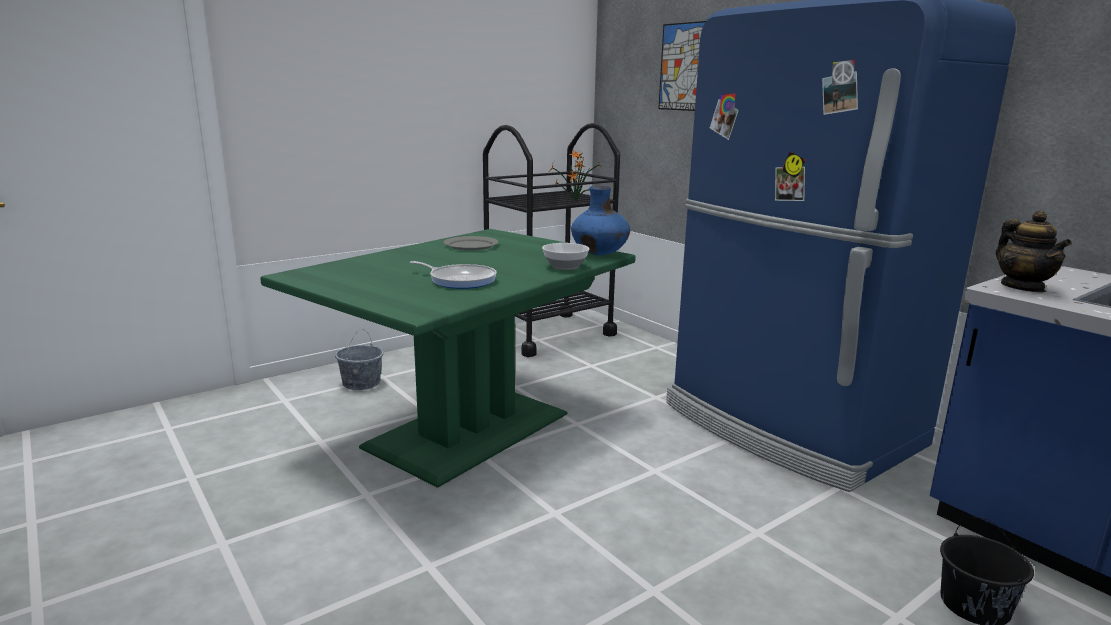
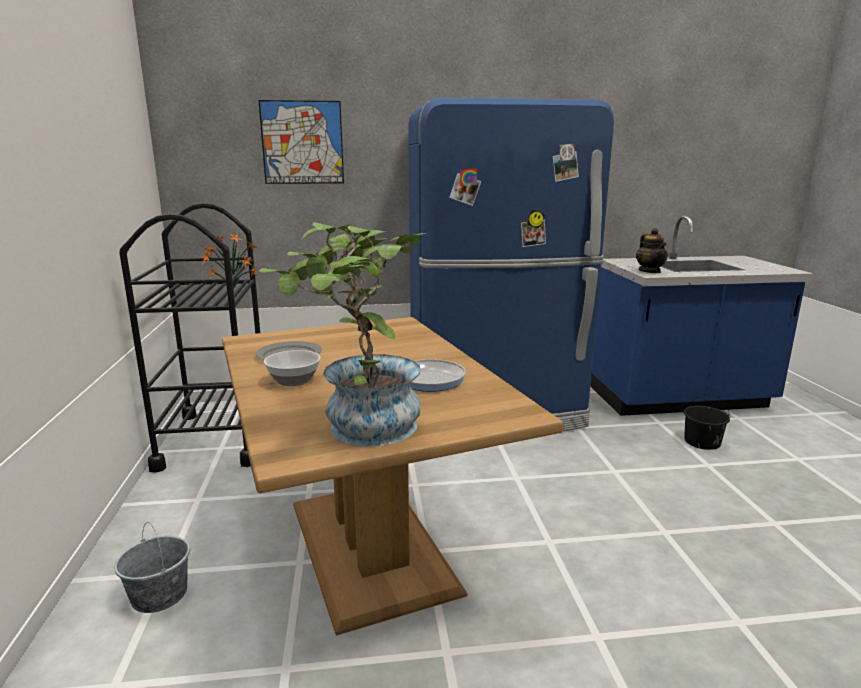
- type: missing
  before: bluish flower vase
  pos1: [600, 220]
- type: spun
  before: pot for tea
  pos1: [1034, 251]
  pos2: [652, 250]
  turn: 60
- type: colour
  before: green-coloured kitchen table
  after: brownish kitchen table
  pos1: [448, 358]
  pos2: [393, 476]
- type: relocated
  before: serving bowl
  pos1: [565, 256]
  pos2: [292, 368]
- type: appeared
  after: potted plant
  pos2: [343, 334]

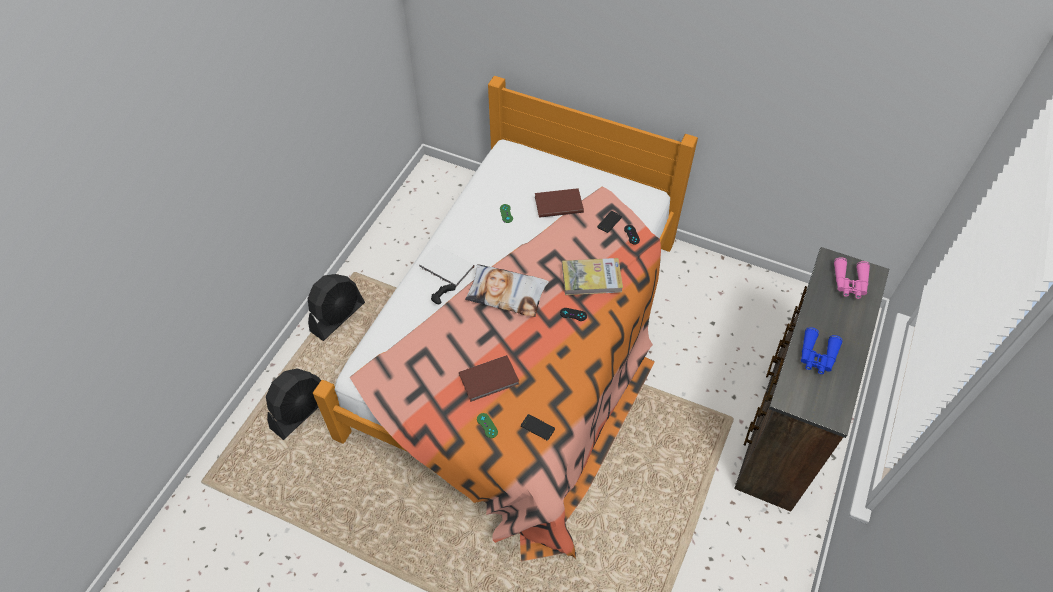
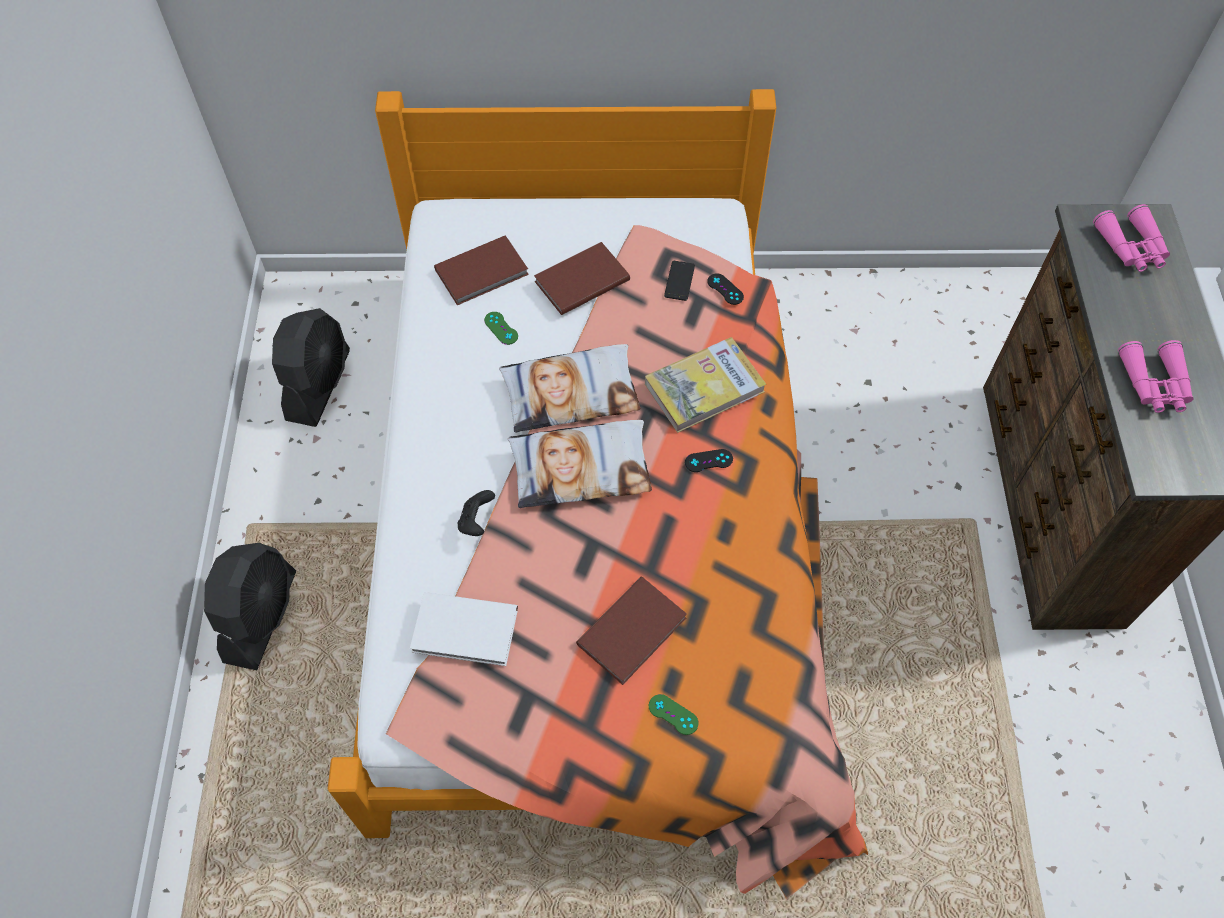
- type: relocated
  before: whitish volume
  pos1: [446, 266]
  pos2: [464, 629]
- type: colour
  before: bluish binoculars
  after: pinkish binoculars
  pos1: [822, 350]
  pos2: [1156, 376]
- type: relocated
  before: black cooling fan
  pos1: [293, 404]
  pos2: [311, 367]
- type: missing
  before: handset
  pos1: [538, 427]
- type: appeared
  after: brownish volume
  pos2: [481, 270]
- type: appeared
  after: pillow
  pos2: [570, 388]

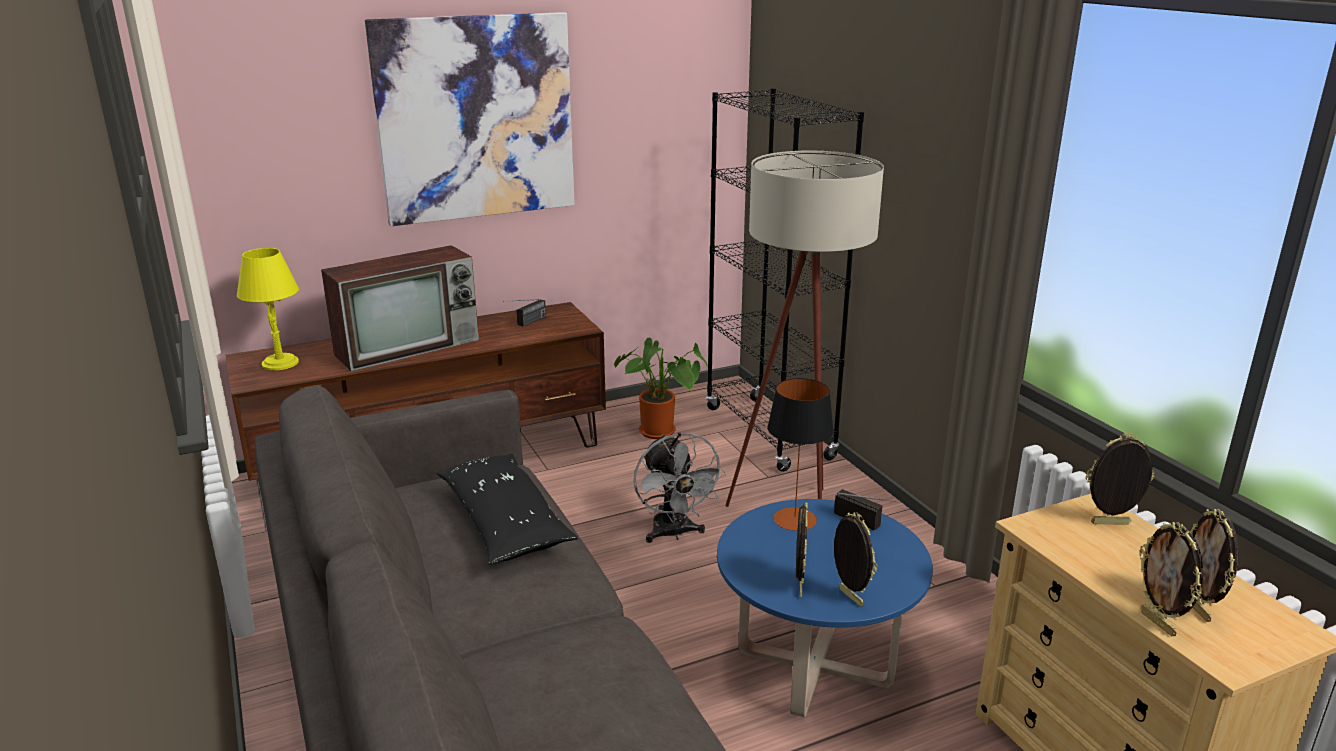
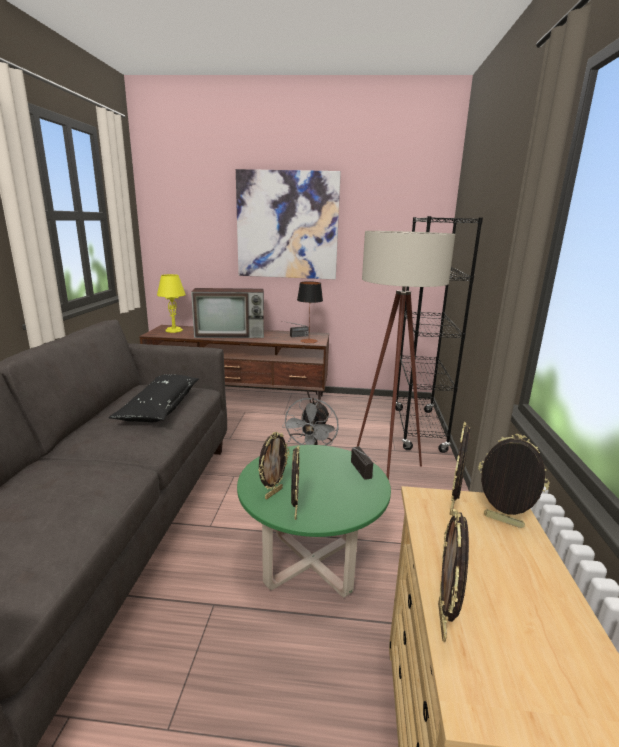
- type: missing
  before: potted plant
  pos1: [661, 388]
- type: relocated
  before: tabletop lamp
  pos1: [800, 454]
  pos2: [310, 312]
- type: colour
  before: bluish coffee table
  after: green-coloured coffee table
  pos1: [825, 608]
  pos2: [314, 521]
- type: relocated
  before: standing frame
  pos1: [1214, 565]
  pos2: [460, 468]

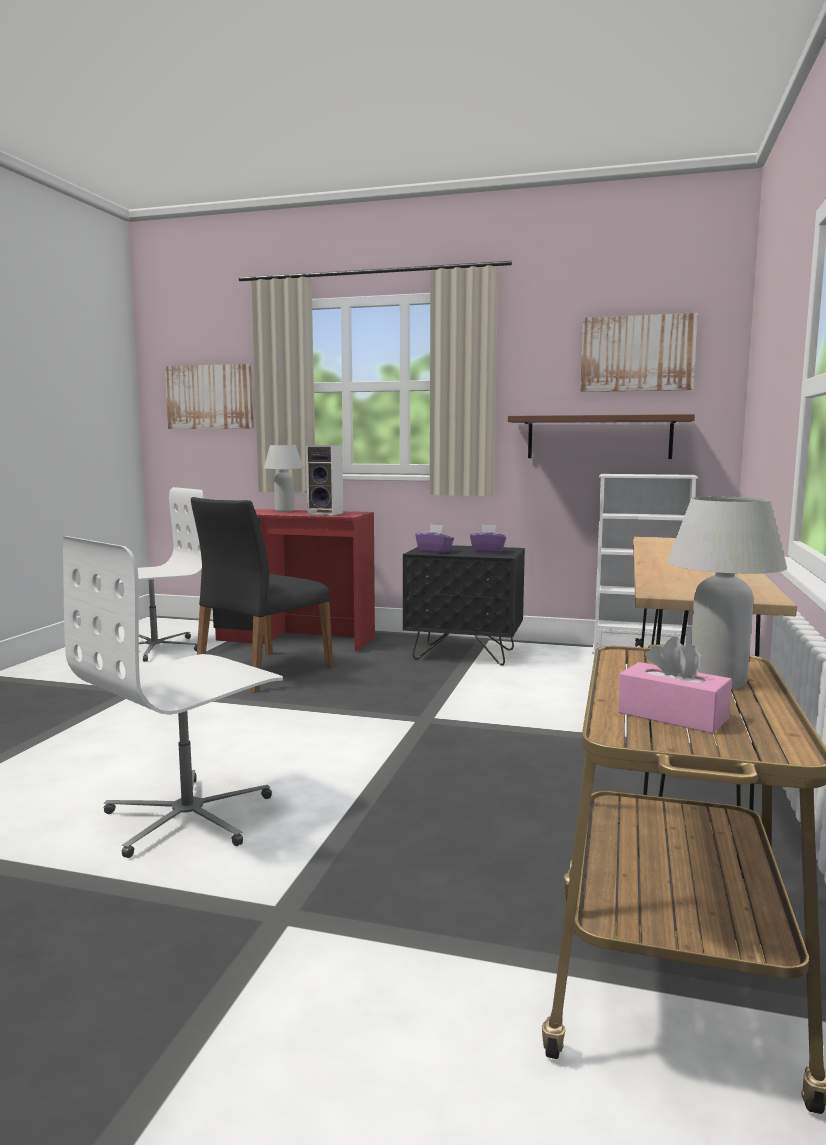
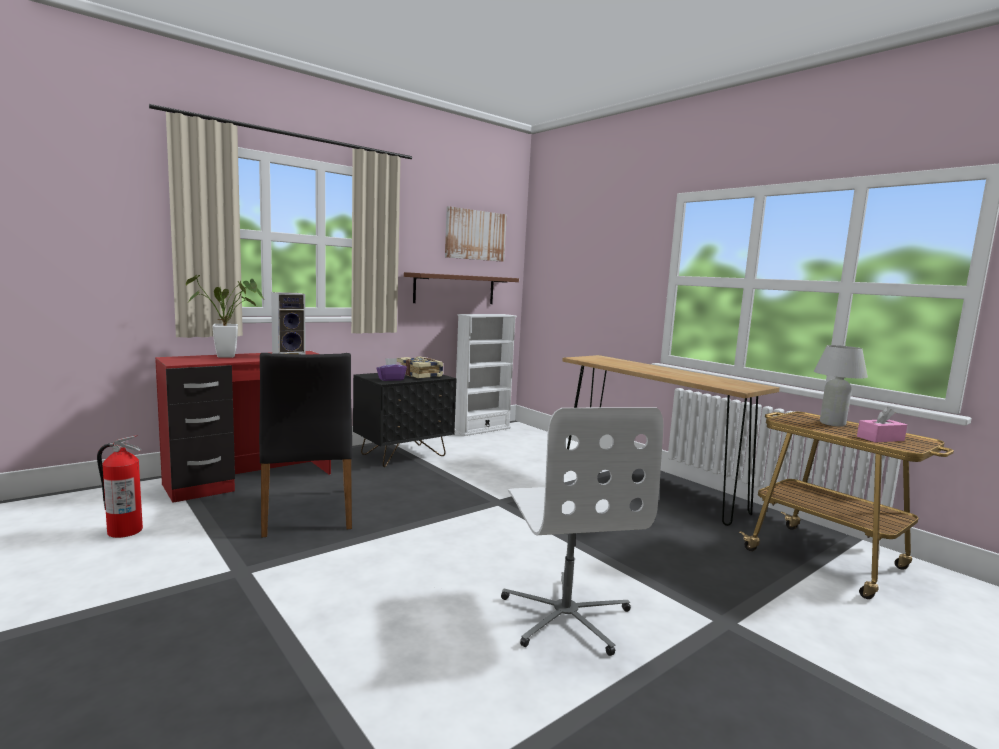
- type: missing
  before: picture
  pos1: [209, 396]
- type: exchanged
  before: whitish tabletop lamp
  after: potted plant
  pos1: [283, 478]
  pos2: [225, 316]
- type: exchanged
  before: whitish desk chair
  after: fire extinguisher
  pos1: [150, 574]
  pos2: [120, 486]
- type: exchanged
  before: purple-coloured tissue holder
  after: volume
  pos1: [488, 539]
  pos2: [420, 367]

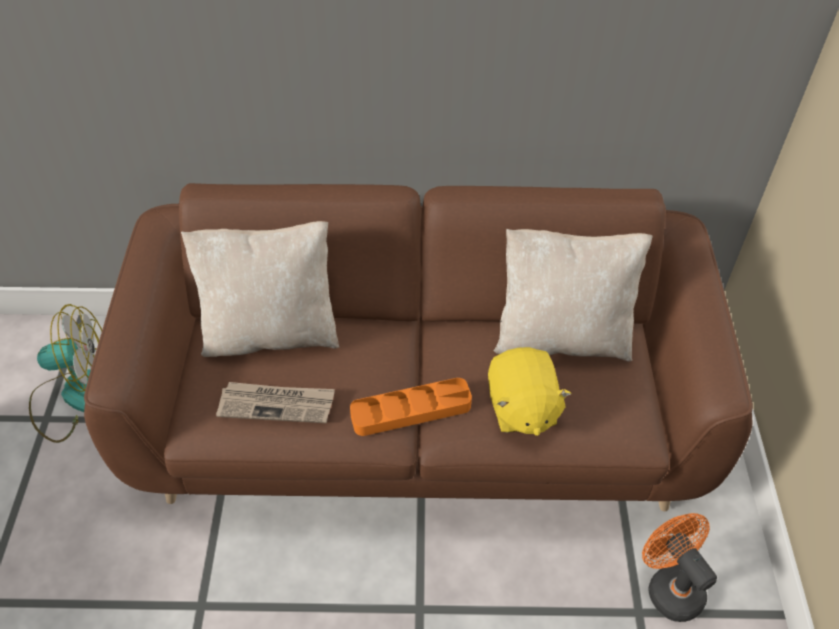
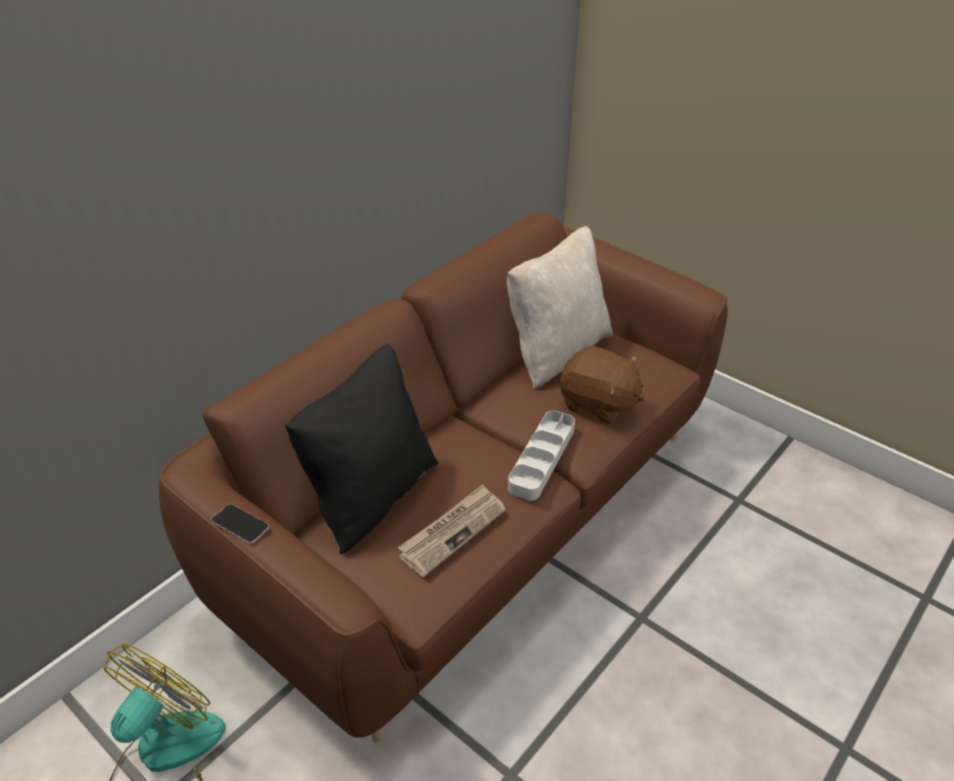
- type: colour
  before: beige pillow
  after: black pillow
  pos1: [260, 289]
  pos2: [361, 449]
- type: colour
  before: yellow soft toy
  after: brownish soft toy
  pos1: [530, 391]
  pos2: [602, 385]
- type: colour
  before: orange-coloured tray
  after: grey tray
  pos1: [411, 407]
  pos2: [541, 455]
- type: missing
  before: orange-coloured cooling fan
  pos1: [679, 567]
- type: appeared
  after: handset
  pos2: [240, 524]

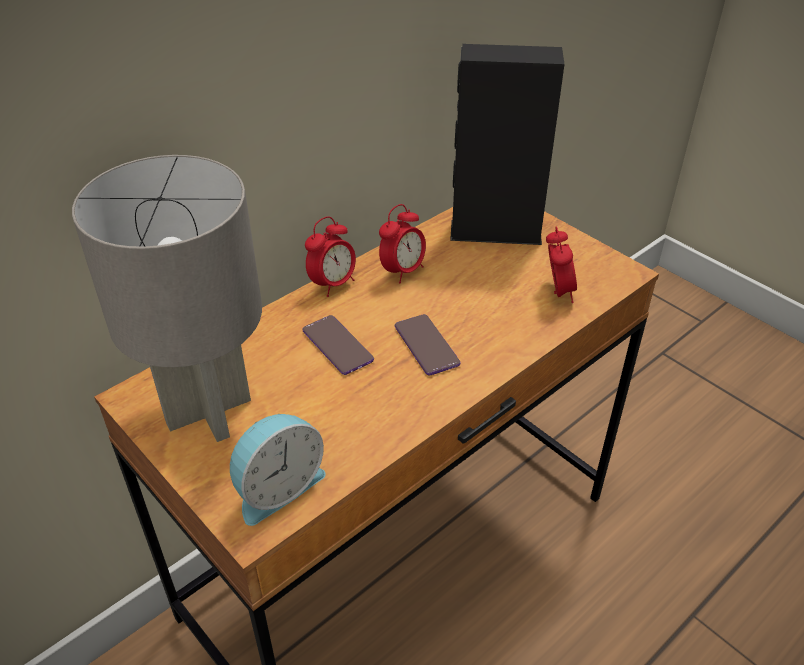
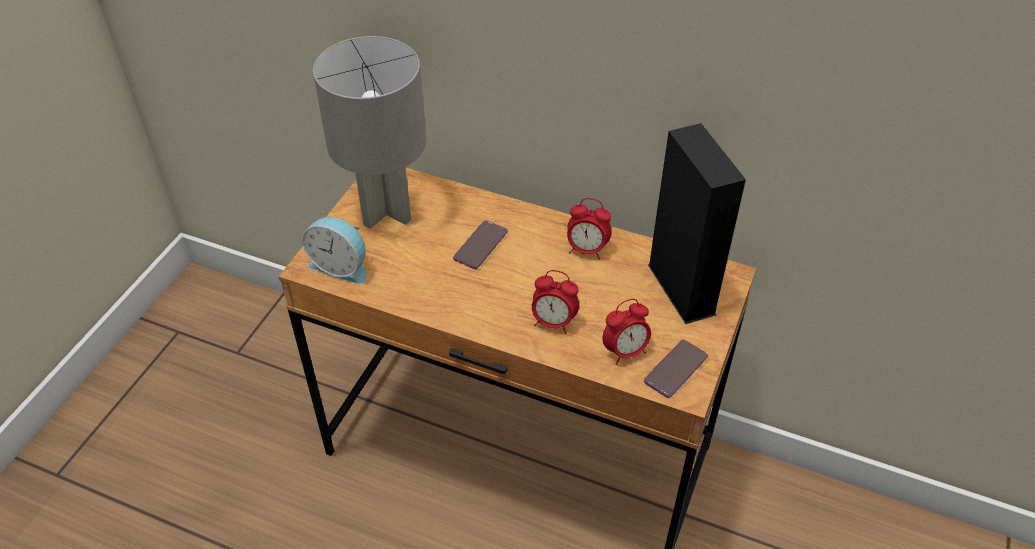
- type: relocated
  before: table clock
  pos1: [330, 256]
  pos2: [555, 302]
- type: relocated
  before: handset
  pos1: [428, 345]
  pos2: [676, 369]

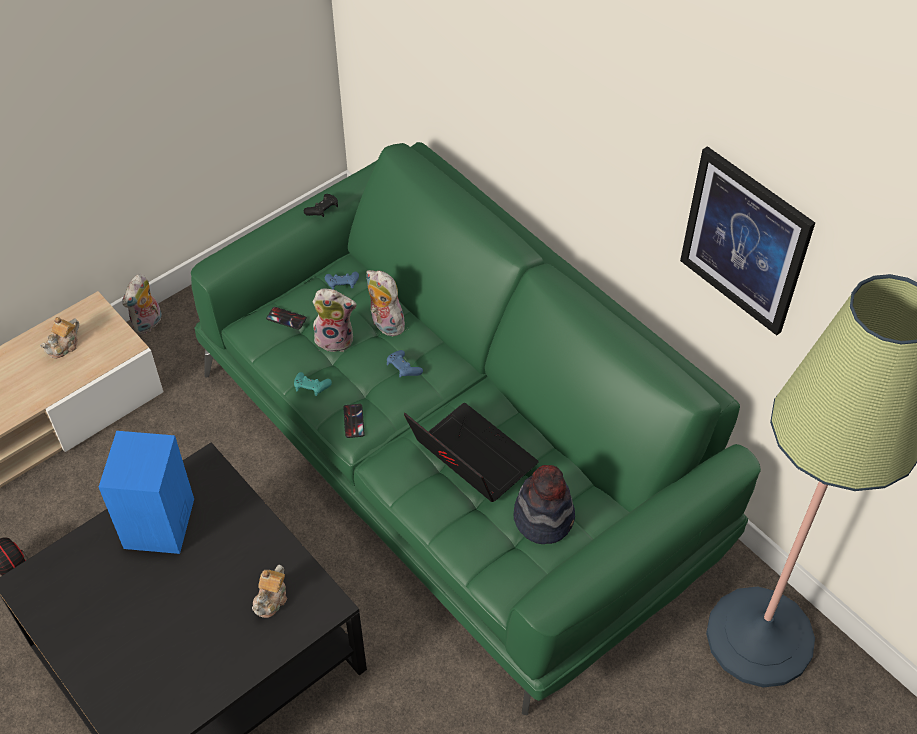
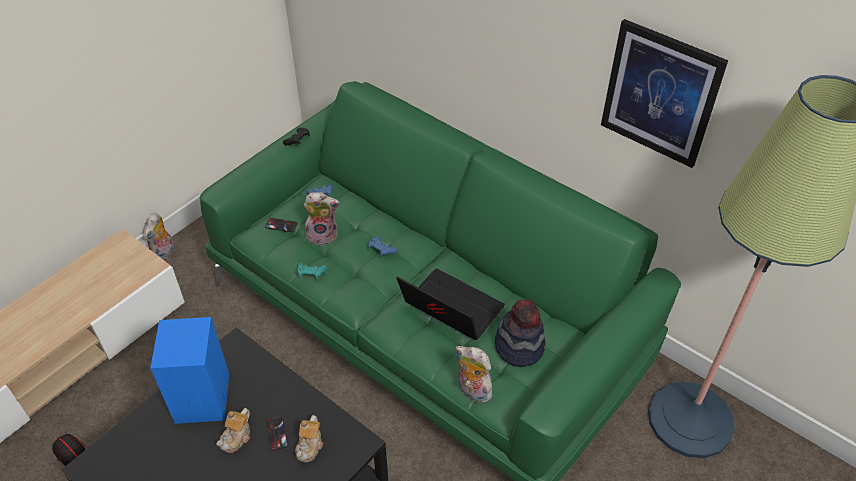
- type: relocated
  before: soft toy
  pos1: [386, 303]
  pos2: [474, 374]
- type: relocated
  before: pot for tea
  pos1: [59, 337]
  pos2: [233, 430]
- type: relocated
  before: handset
  pos1: [354, 421]
  pos2: [277, 433]

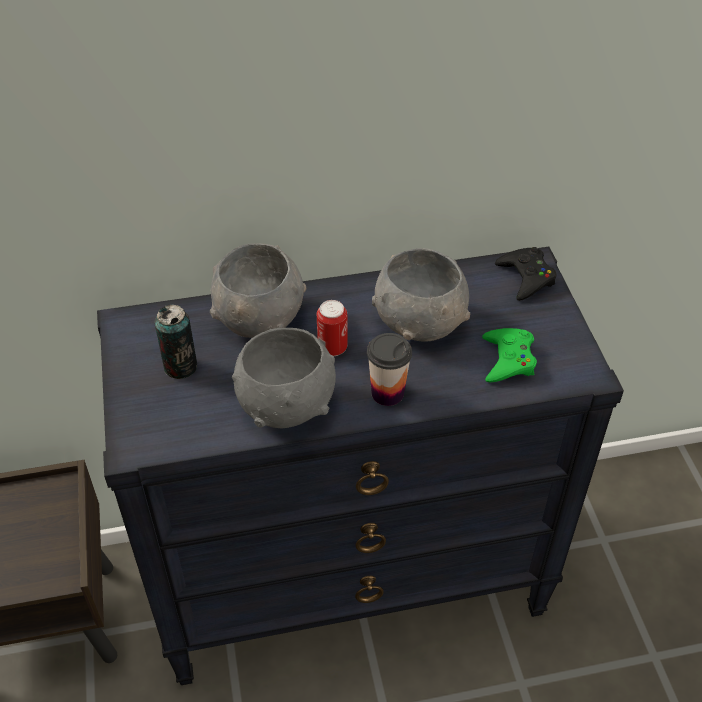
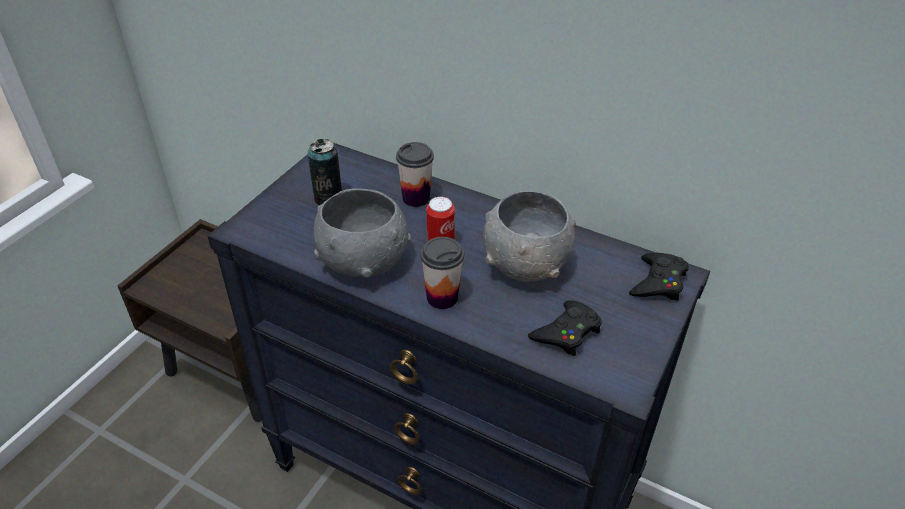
- type: exchanged
  before: grey serving bowl
  after: small cup
  pos1: [258, 290]
  pos2: [415, 174]
- type: colour
  before: green-coloured game controller
  after: black game controller
  pos1: [509, 355]
  pos2: [565, 328]

